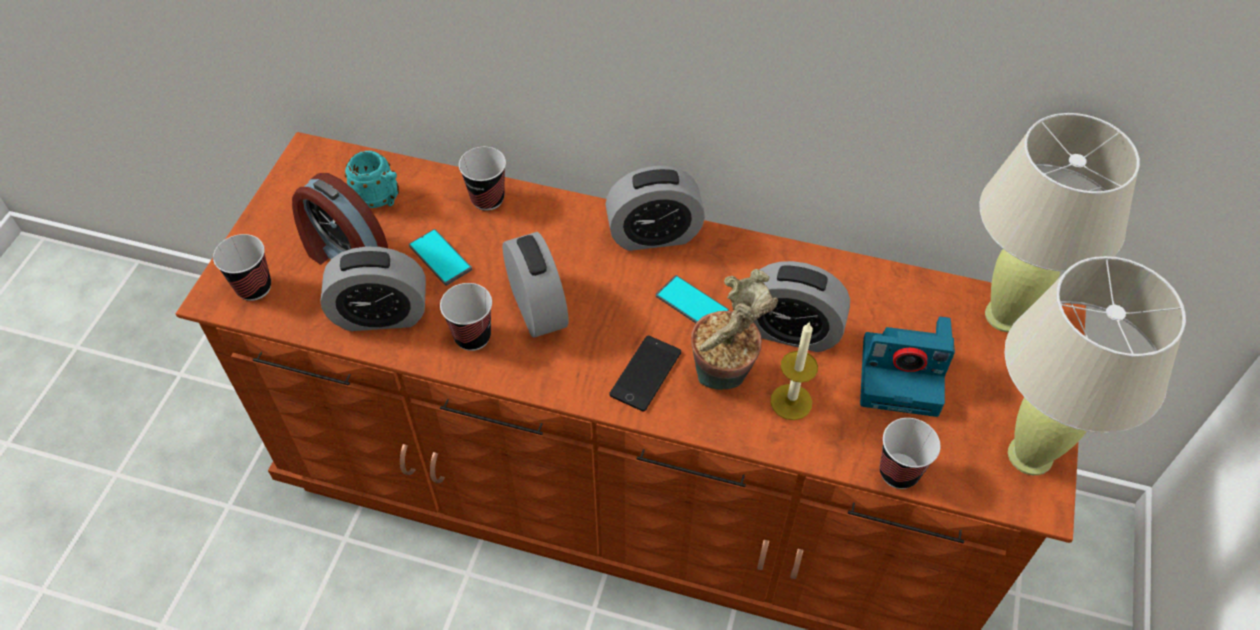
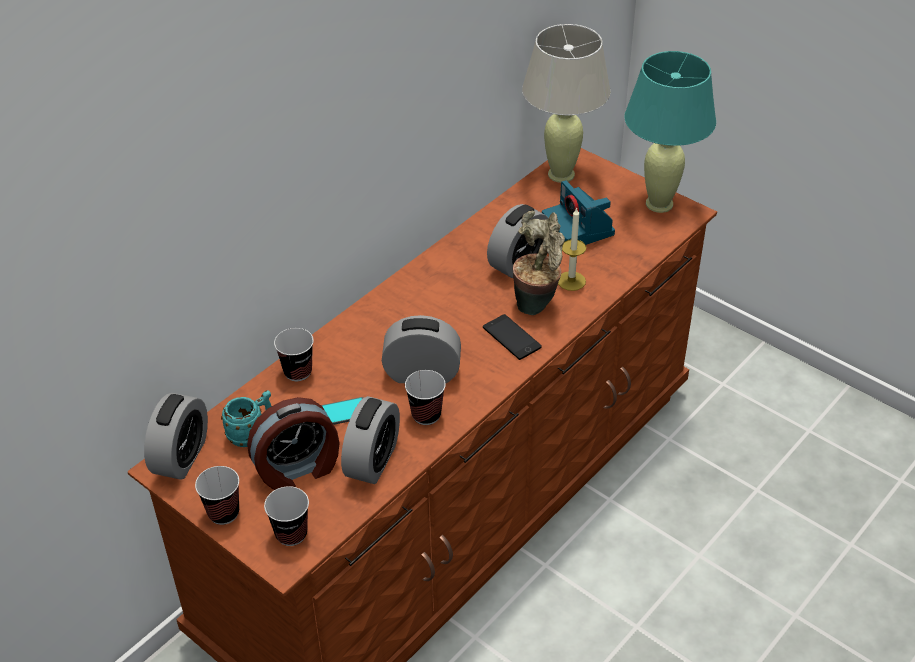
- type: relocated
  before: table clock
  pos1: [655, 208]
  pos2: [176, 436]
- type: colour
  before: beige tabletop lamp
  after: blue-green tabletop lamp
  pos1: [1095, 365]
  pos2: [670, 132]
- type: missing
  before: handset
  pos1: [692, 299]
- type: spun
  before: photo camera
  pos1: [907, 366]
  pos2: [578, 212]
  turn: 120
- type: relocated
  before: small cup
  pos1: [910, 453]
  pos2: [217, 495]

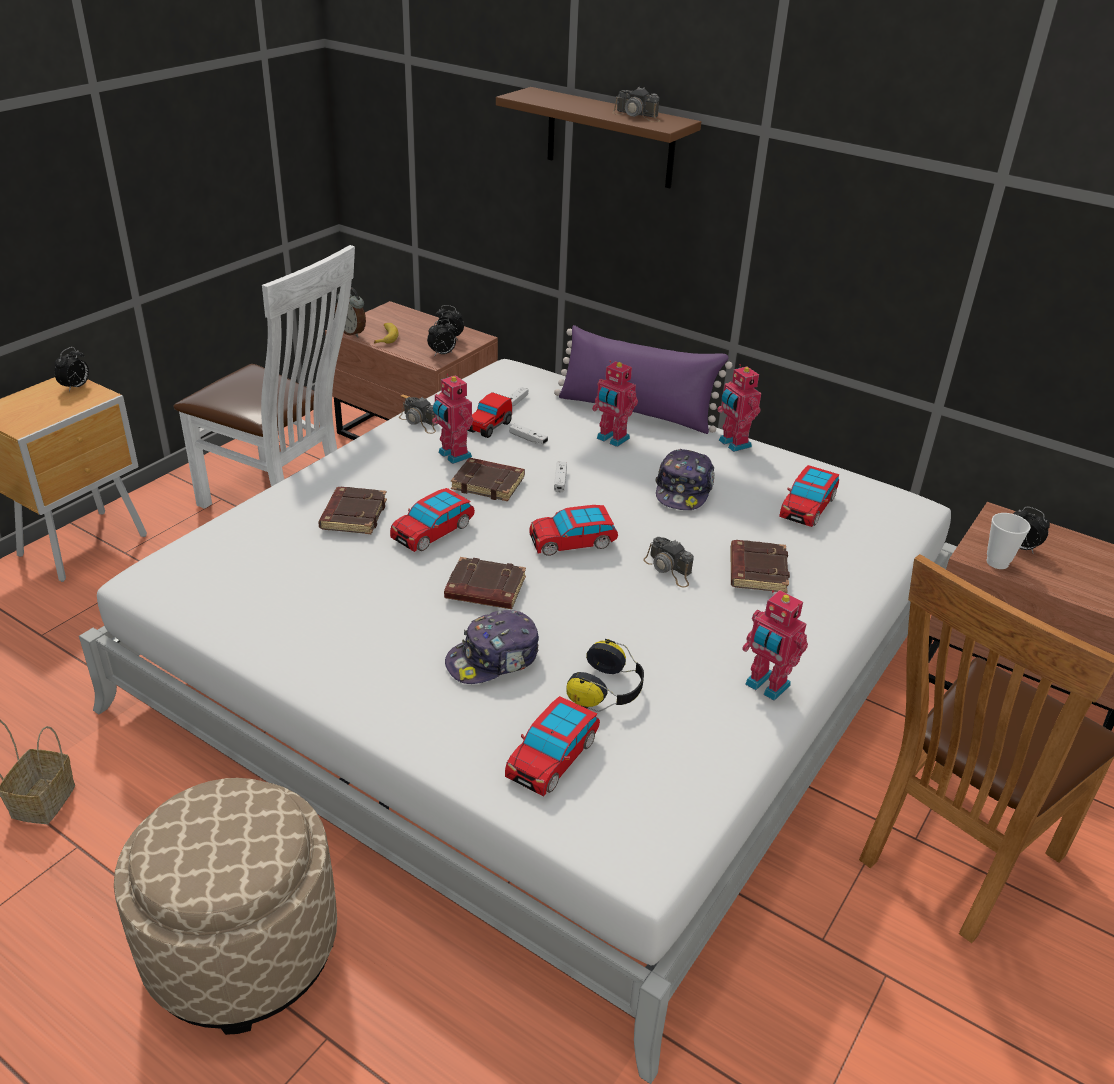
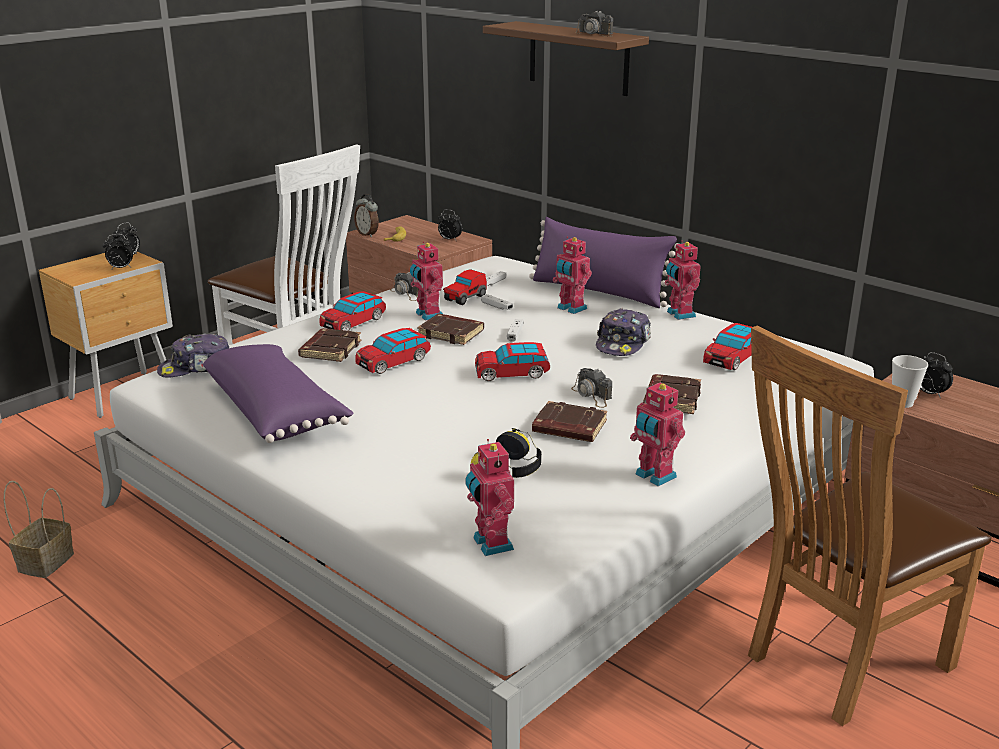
- type: relocated
  before: table clock
  pos1: [441, 337]
  pos2: [118, 251]
- type: relocated
  before: brownish volume
  pos1: [485, 583]
  pos2: [569, 421]
- type: relocated
  before: peaked cap
  pos1: [492, 647]
  pos2: [193, 356]
- type: relocated
  before: model car
  pos1: [552, 746]
  pos2: [353, 311]
- type: missing
  before: beige footrest
  pos1: [225, 906]
- type: appeared
  after: purple-coloured pillow
  pos2: [278, 393]
- type: appeared
  after: robot figure
  pos2: [489, 497]

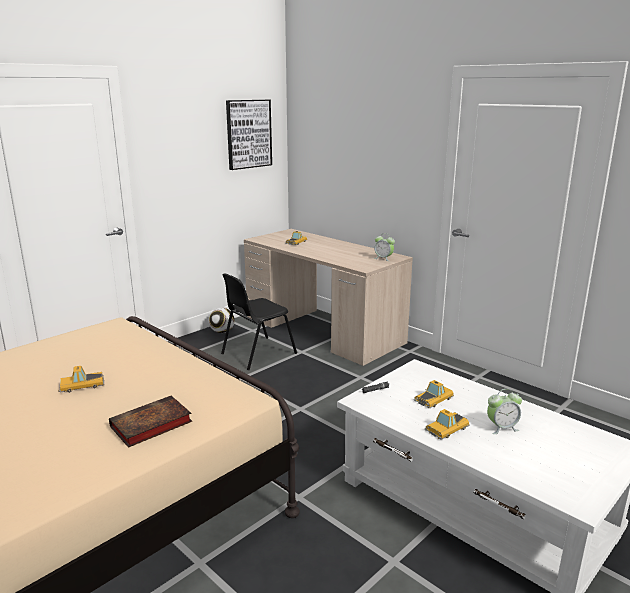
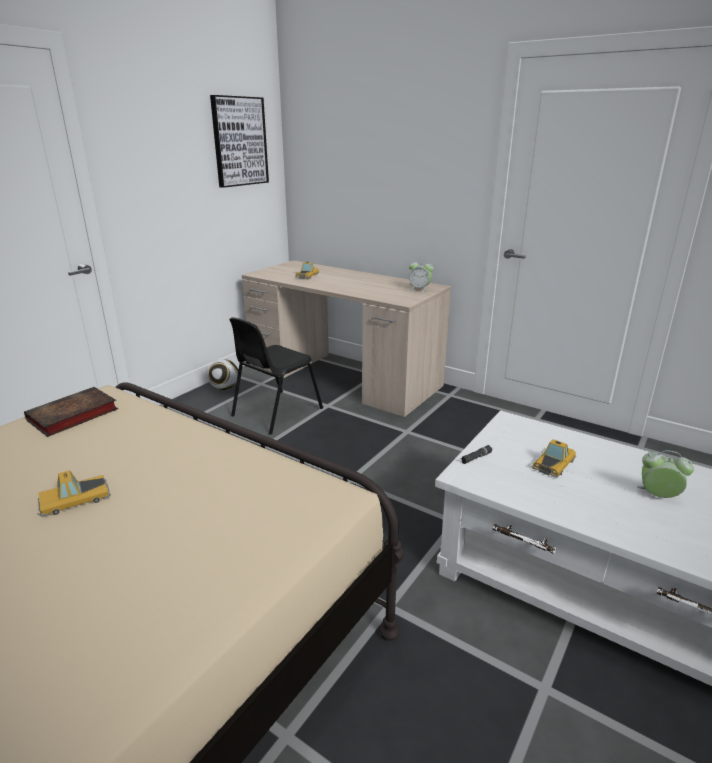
- type: spun
  before: table clock
  pos1: [504, 411]
  pos2: [665, 474]
  turn: -135
- type: relocated
  before: volume
  pos1: [150, 422]
  pos2: [71, 412]
- type: missing
  before: model car
  pos1: [447, 424]

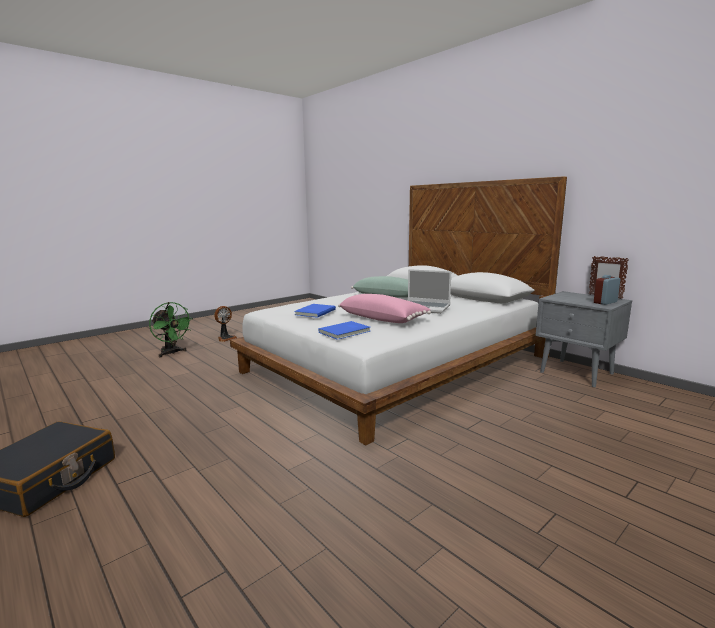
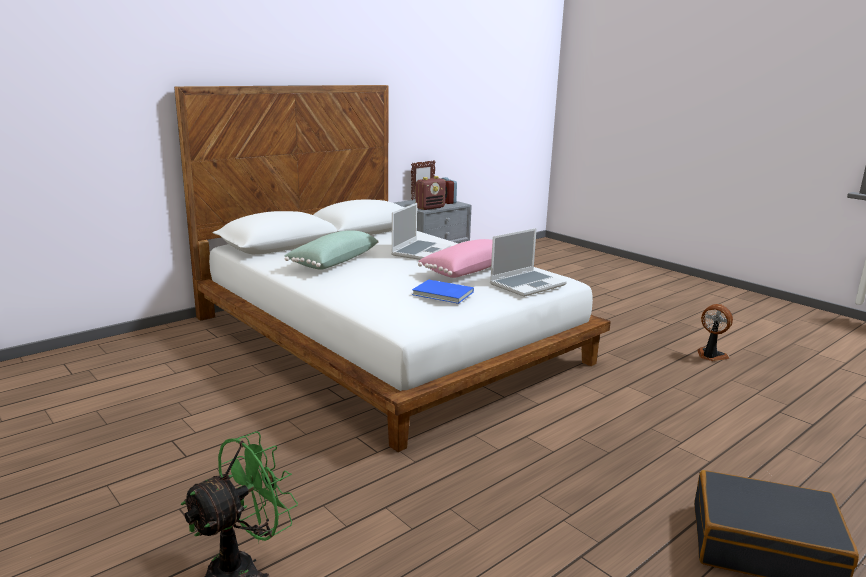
- type: relocated
  before: cooling fan
  pos1: [225, 324]
  pos2: [715, 332]
- type: exchanged
  before: bluish volume
  after: notebook computer
  pos1: [344, 330]
  pos2: [528, 262]
- type: appeared
  after: radio
  pos2: [431, 193]

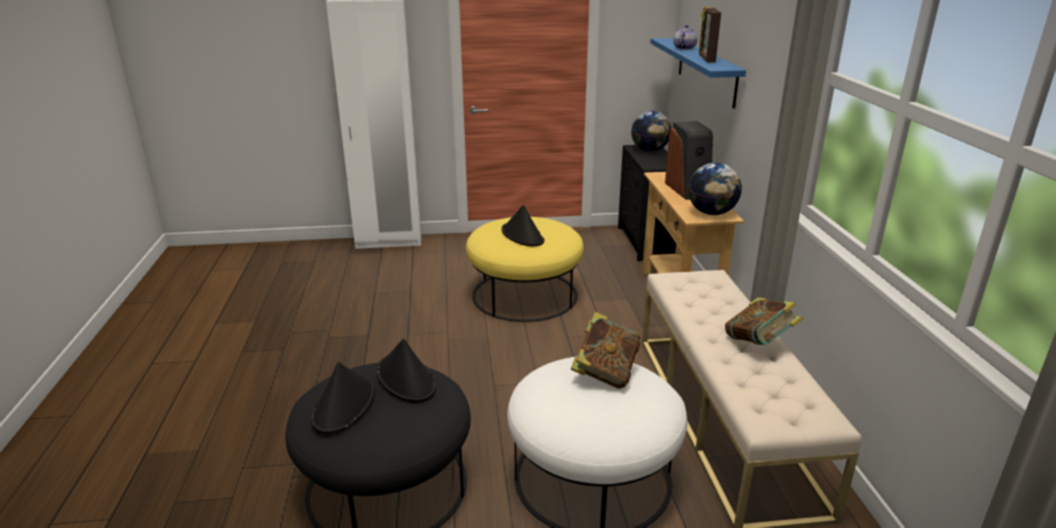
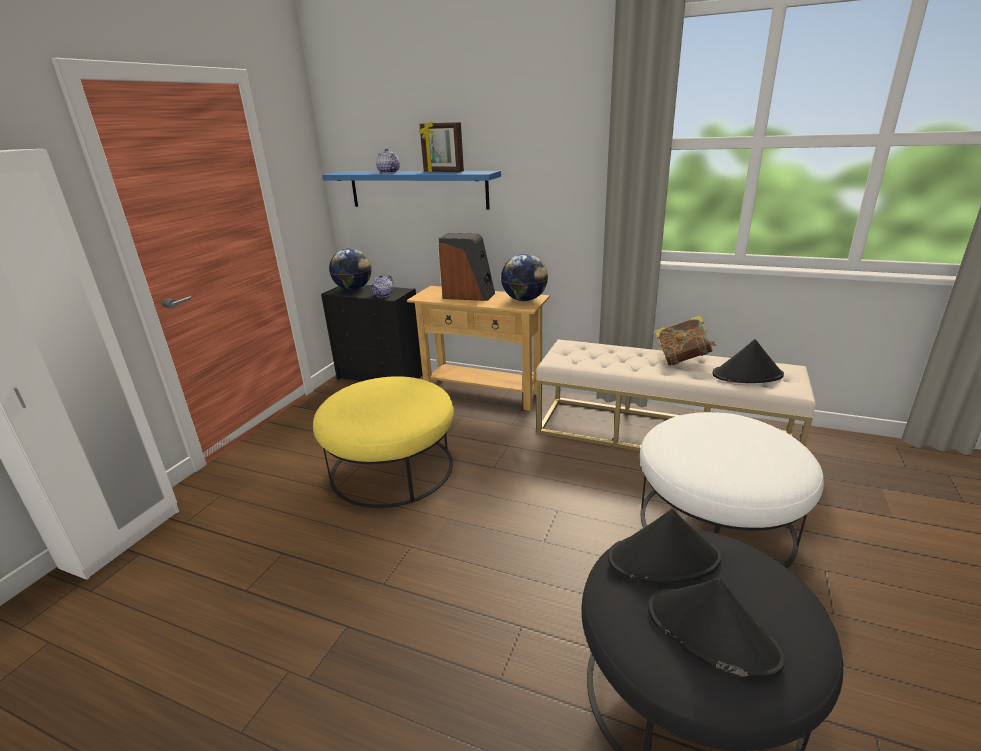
- type: relocated
  before: black wearable hat
  pos1: [522, 225]
  pos2: [748, 361]
- type: missing
  before: volume
  pos1: [605, 350]
- type: appeared
  after: pot for tea
  pos2: [381, 286]

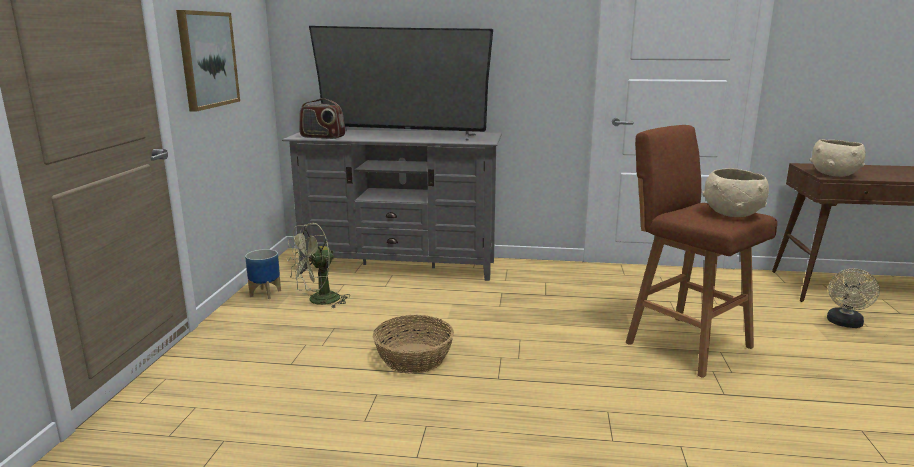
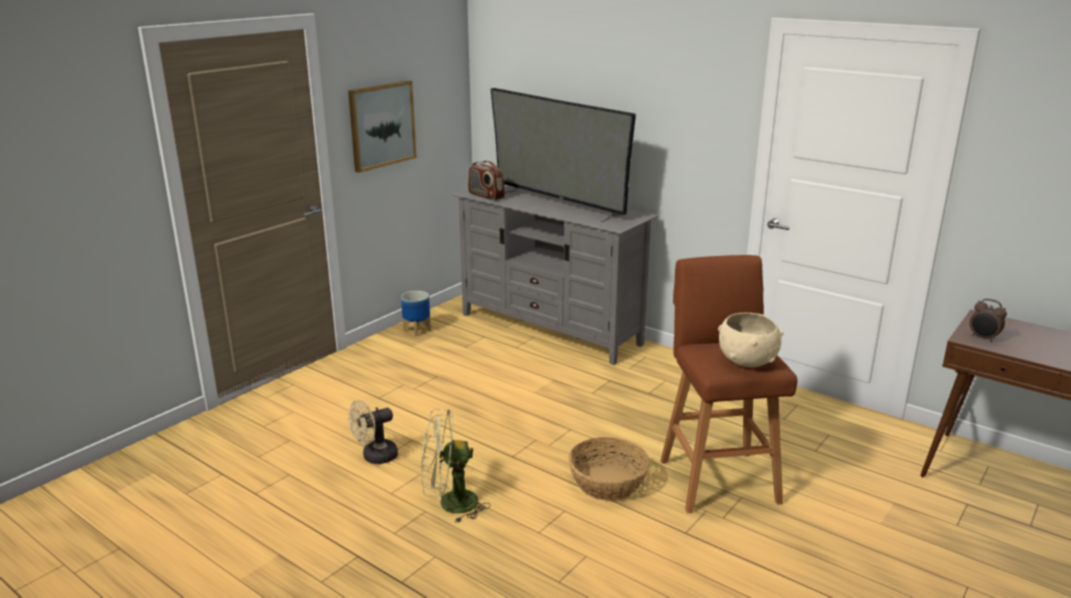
- type: exchanged
  before: beige serving bowl
  after: table clock
  pos1: [838, 158]
  pos2: [988, 320]
- type: relocated
  before: green-coloured cooling fan
  pos1: [318, 265]
  pos2: [456, 466]
- type: relocated
  before: beige cooling fan
  pos1: [853, 298]
  pos2: [373, 432]
- type: relocated
  before: basket
  pos1: [413, 344]
  pos2: [609, 469]

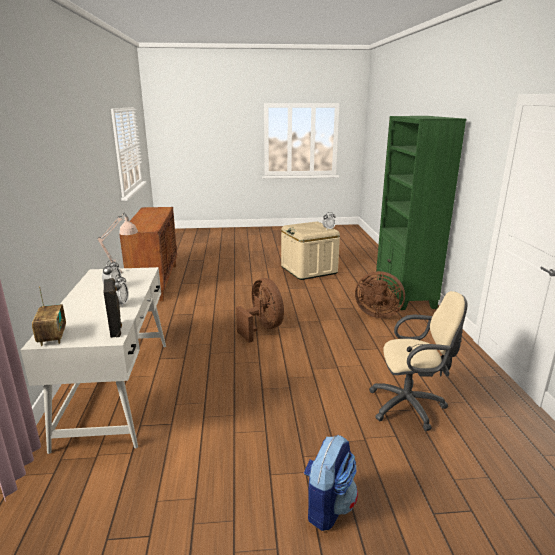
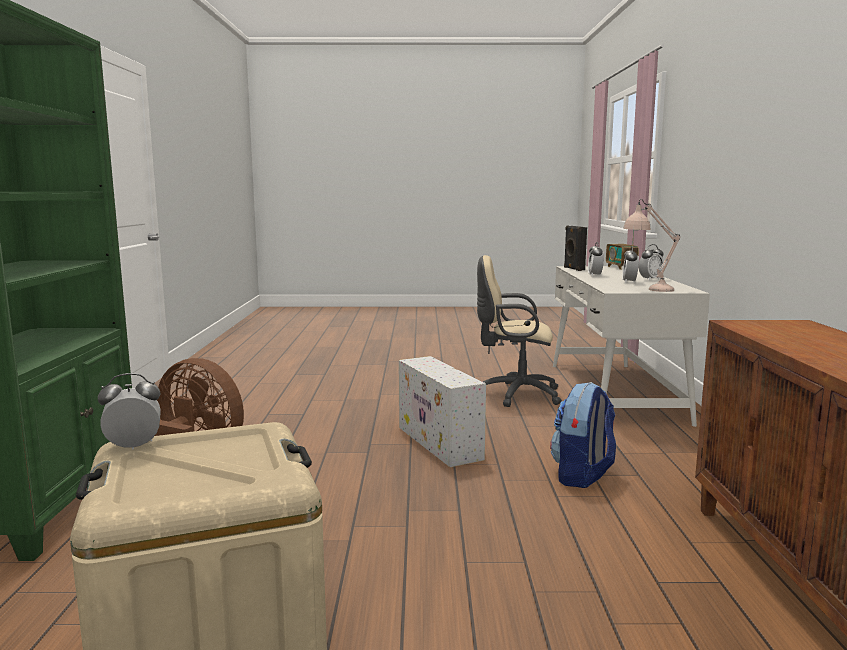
- type: exchanged
  before: brownish cooling fan
  after: whitish storage bin
  pos1: [260, 310]
  pos2: [442, 411]
- type: relocated
  before: beige desk chair
  pos1: [418, 361]
  pos2: [519, 331]
- type: relocated
  before: backpack
  pos1: [331, 483]
  pos2: [583, 435]
- type: appeared
  after: table clock
  pos2: [651, 262]

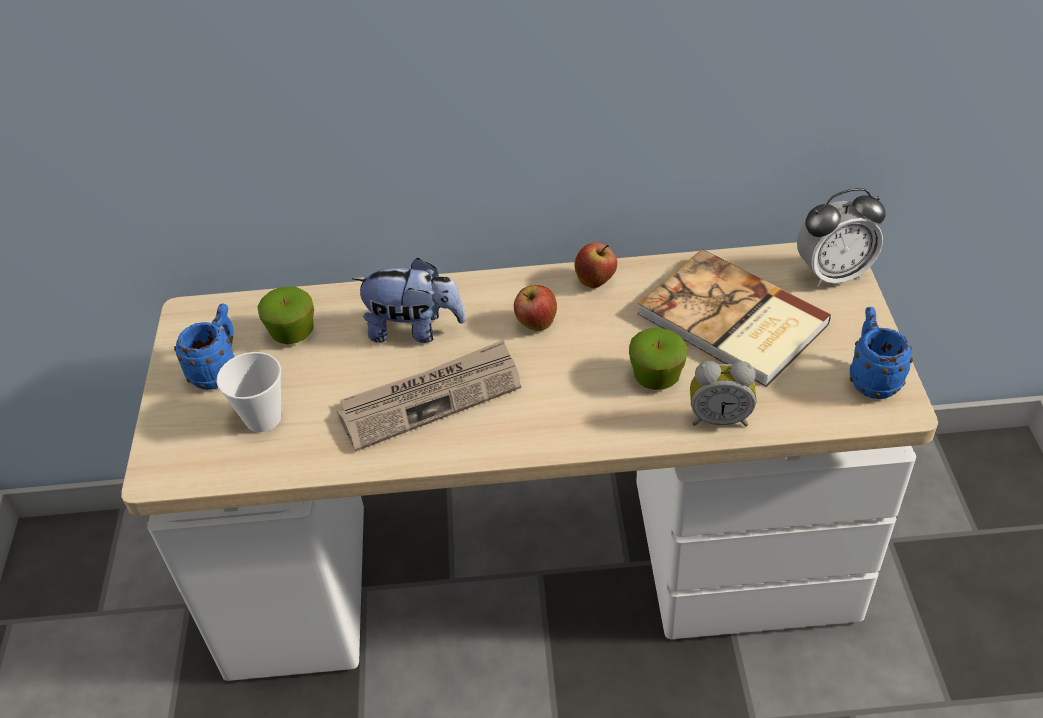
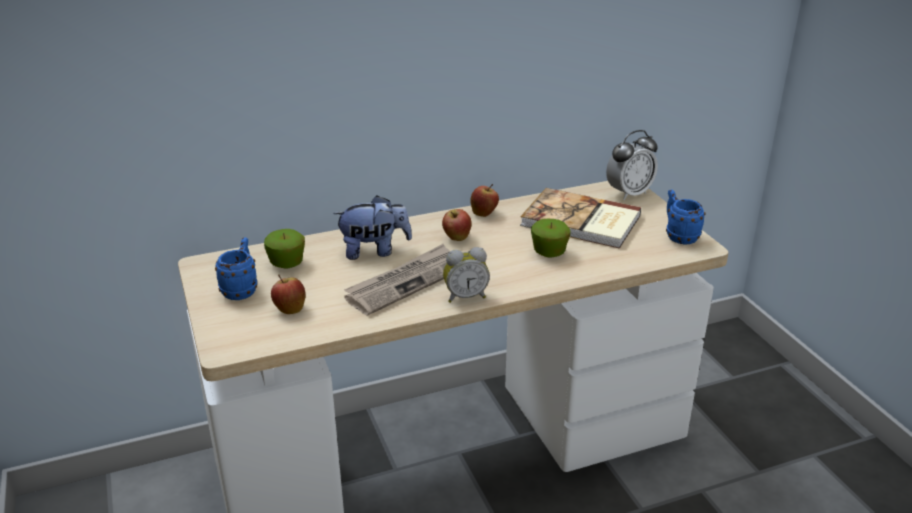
- type: exchanged
  before: small cup
  after: whole apple
  pos1: [248, 392]
  pos2: [288, 294]
- type: relocated
  before: table clock
  pos1: [723, 393]
  pos2: [466, 275]

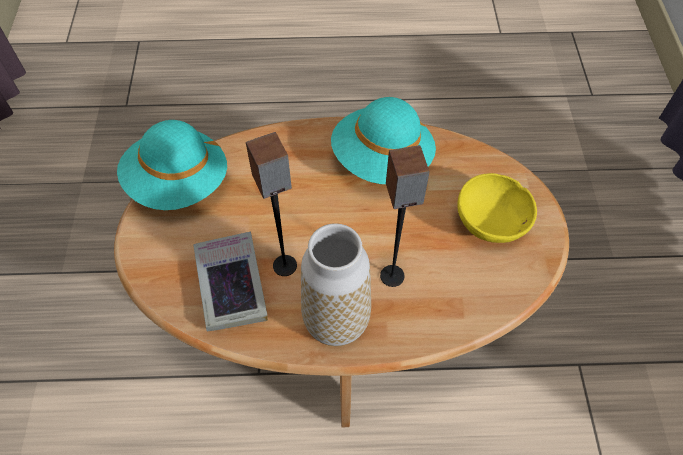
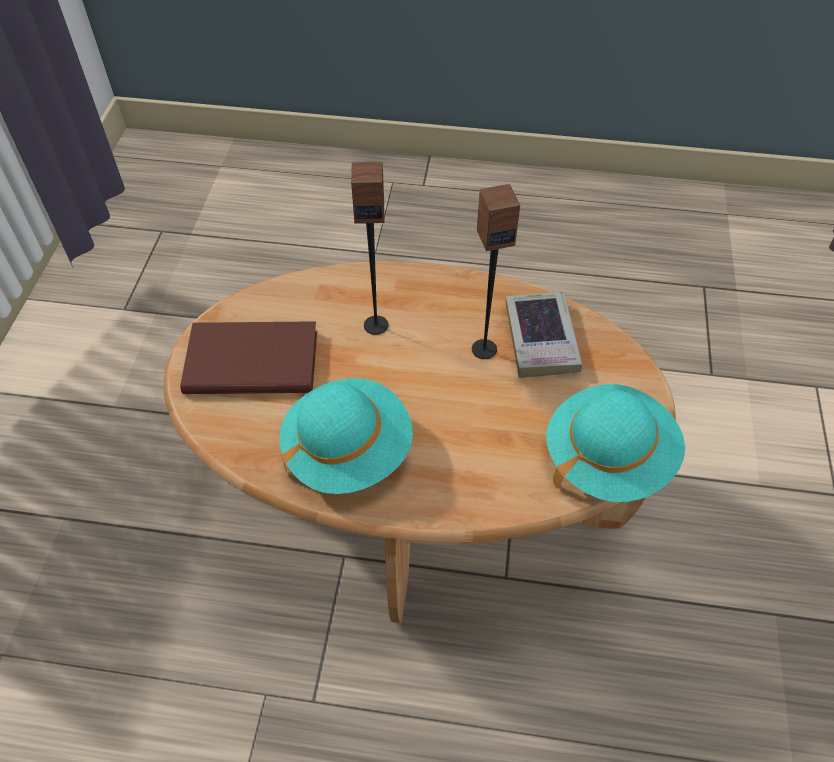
- type: exchanged
  before: yellow serving bowl
  after: brownish volume
  pos1: [497, 208]
  pos2: [248, 357]
- type: missing
  before: flower vase
  pos1: [336, 284]

